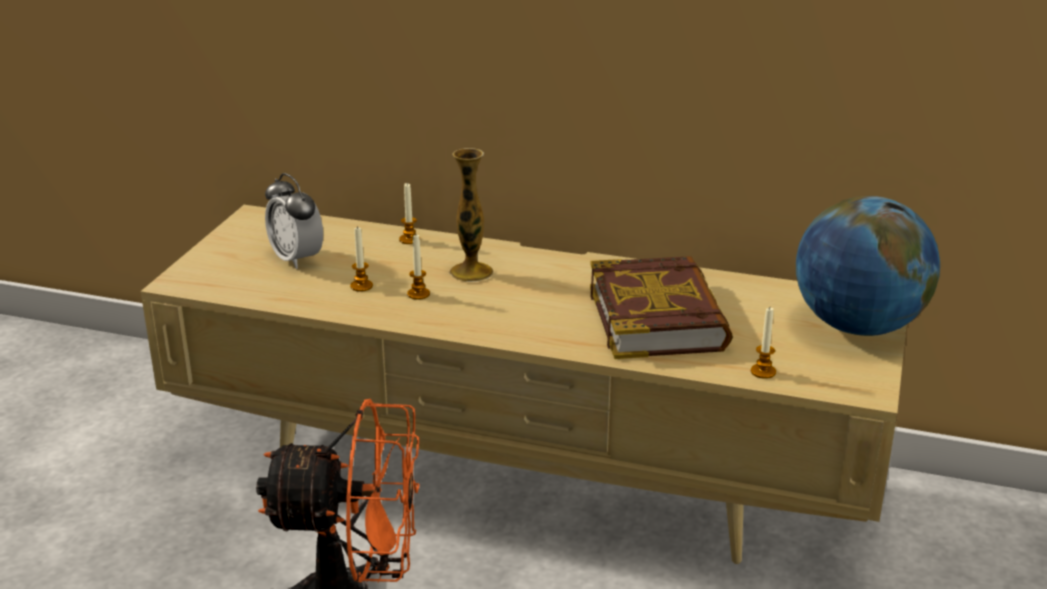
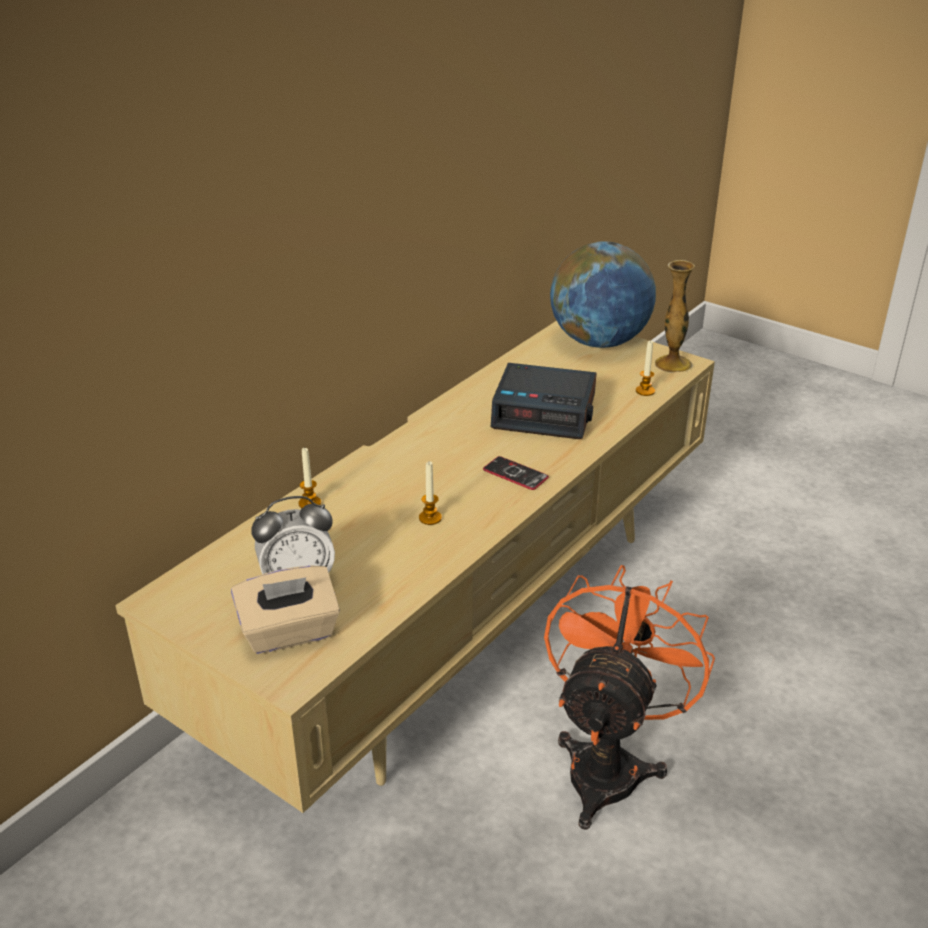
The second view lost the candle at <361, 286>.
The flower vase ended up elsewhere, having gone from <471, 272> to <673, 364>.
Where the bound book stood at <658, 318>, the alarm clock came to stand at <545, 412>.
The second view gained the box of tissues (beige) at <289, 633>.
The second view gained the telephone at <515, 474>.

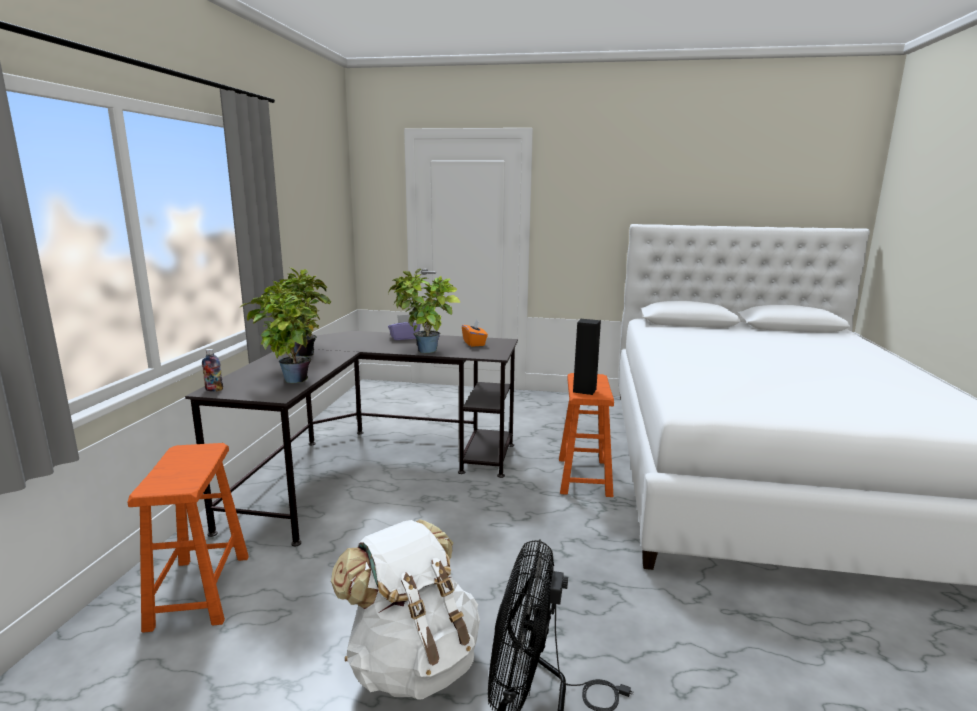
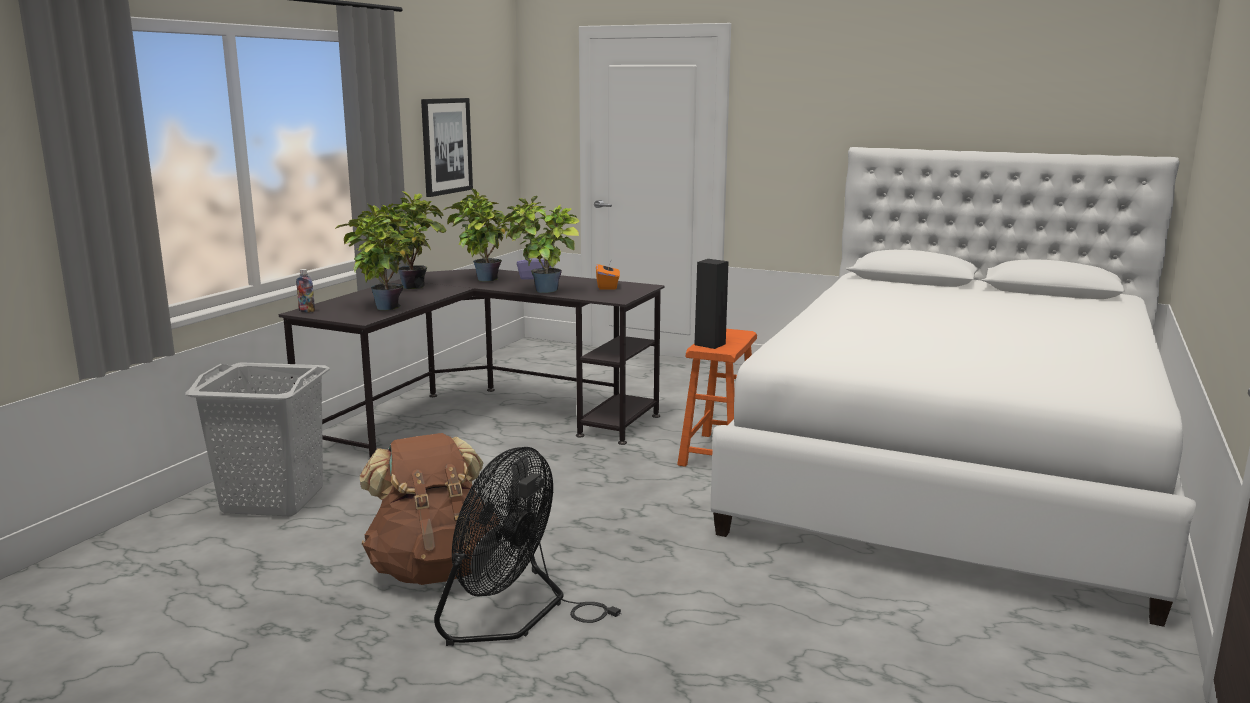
Where the stool seat (orange-coloured) stood at <199, 591>, the laundry basket (gray) came to stand at <273, 499>.
What was the backpack (white-coloured) at <413, 663> turned into the backpack (brownish) at <433, 569>.
The second view gained the wall art at <446, 146>.
The second view gained the houseplant at <482, 279>.

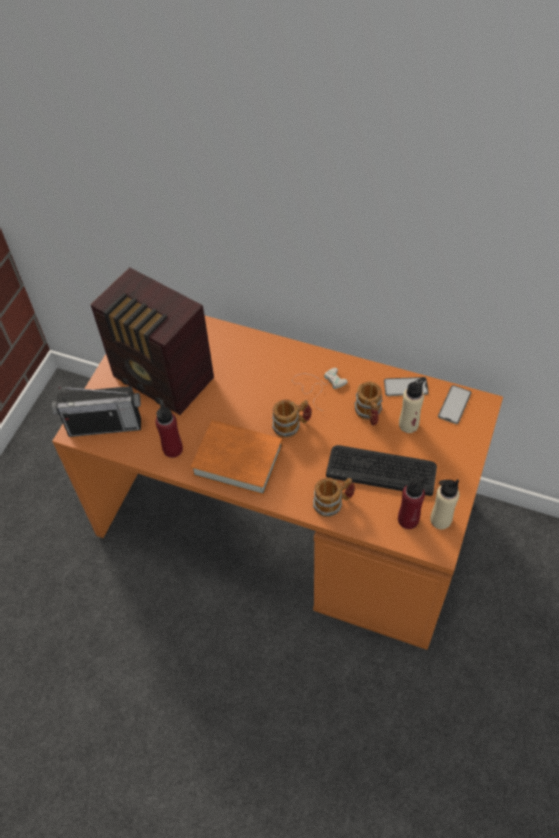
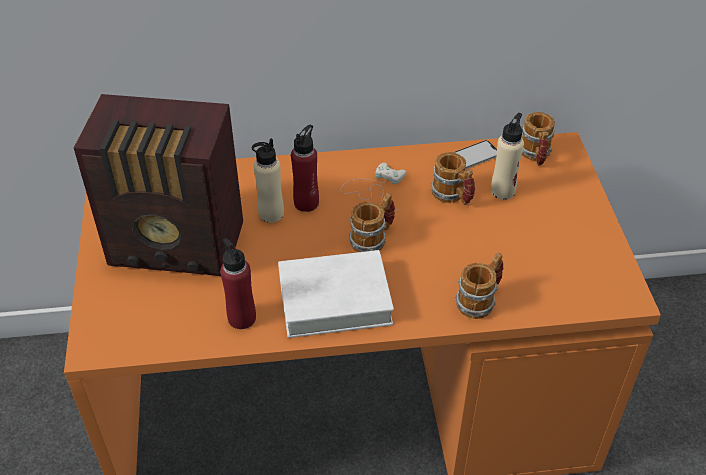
The second view lost the radio at <105, 426>.
What was the bound book (orange-coloured) at <238, 461> turned into the bound book (white-coloured) at <334, 299>.
The second view lost the PC keyboard at <381, 470>.
The bottle (red) ended up elsewhere, having gone from <408, 519> to <306, 203>.
The bottle (beige) ended up elsewhere, having gone from <440, 520> to <271, 214>.
Where the telephone stood at <454, 404>, the tea mug came to stand at <535, 155>.

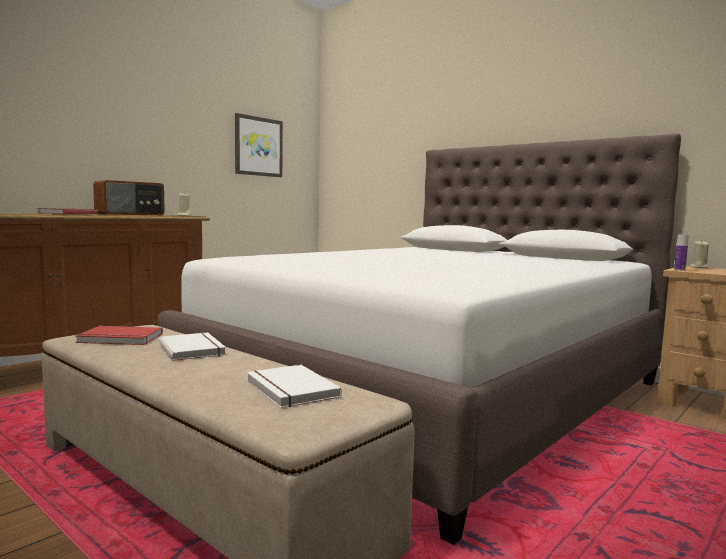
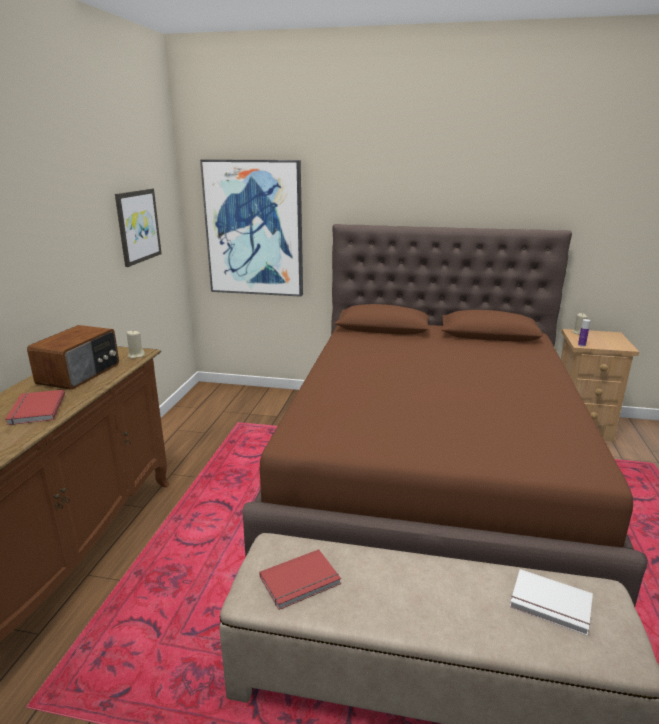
What was the sleeping bed (white-coloured) at <433, 393> turned into the sleeping bed (brownish) at <430, 478>.
The second view lost the bound book (white-coloured) at <194, 349>.
The second view gained the wall art at <254, 228>.

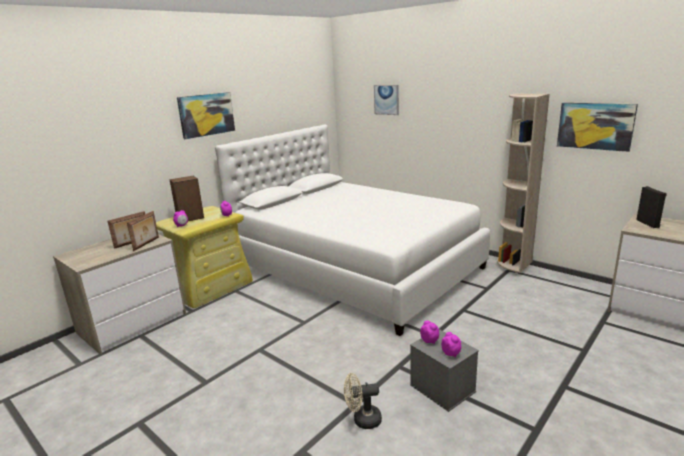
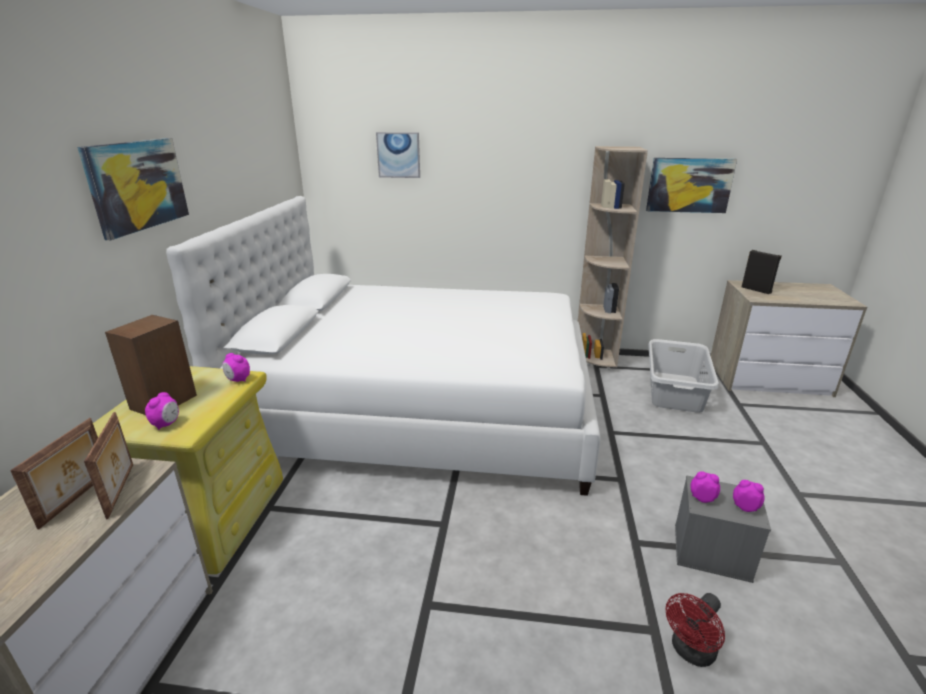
What was the fan (beige) at <362, 420> turned into the fan (red) at <690, 652>.
The second view gained the laundry basket (gray) at <675, 391>.

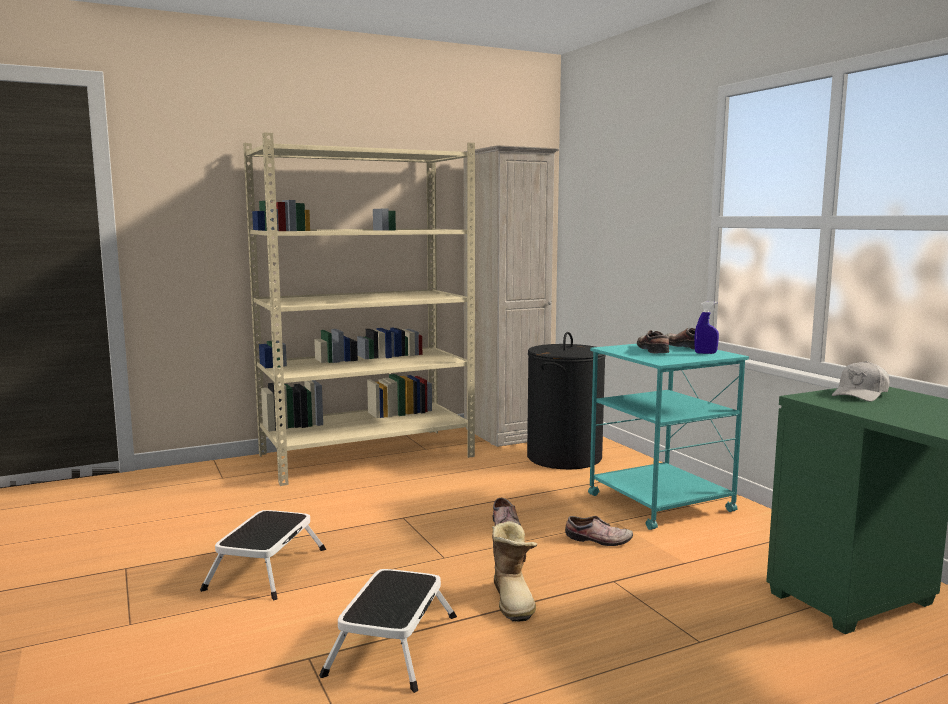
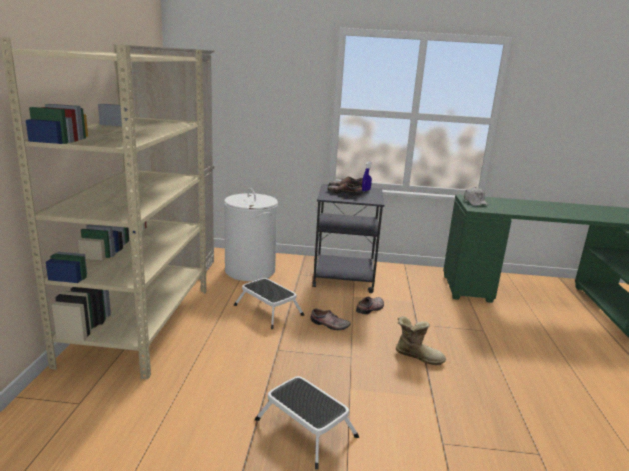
The step ladder (black-coloured) ended up elsewhere, having gone from <393, 644> to <268, 310>.
What was the laundry basket (black-coloured) at <564, 458> turned into the laundry basket (white-coloured) at <250, 271>.
What was the wheeled cart (turquoise) at <661, 504> turned into the wheeled cart (black-coloured) at <345, 278>.

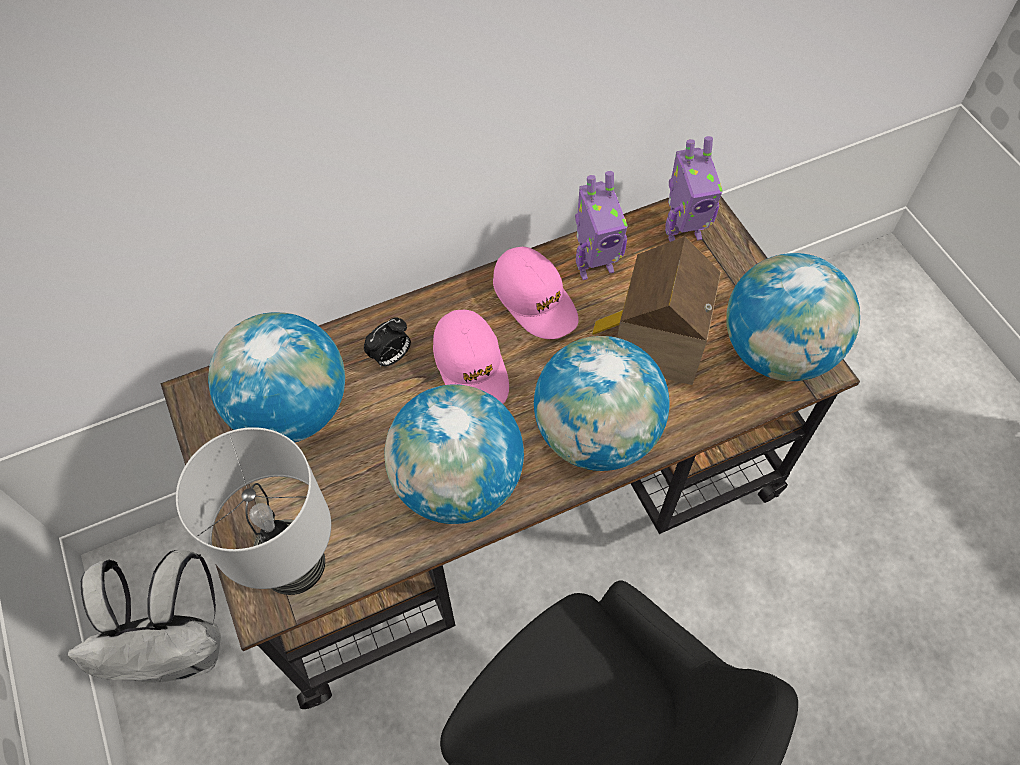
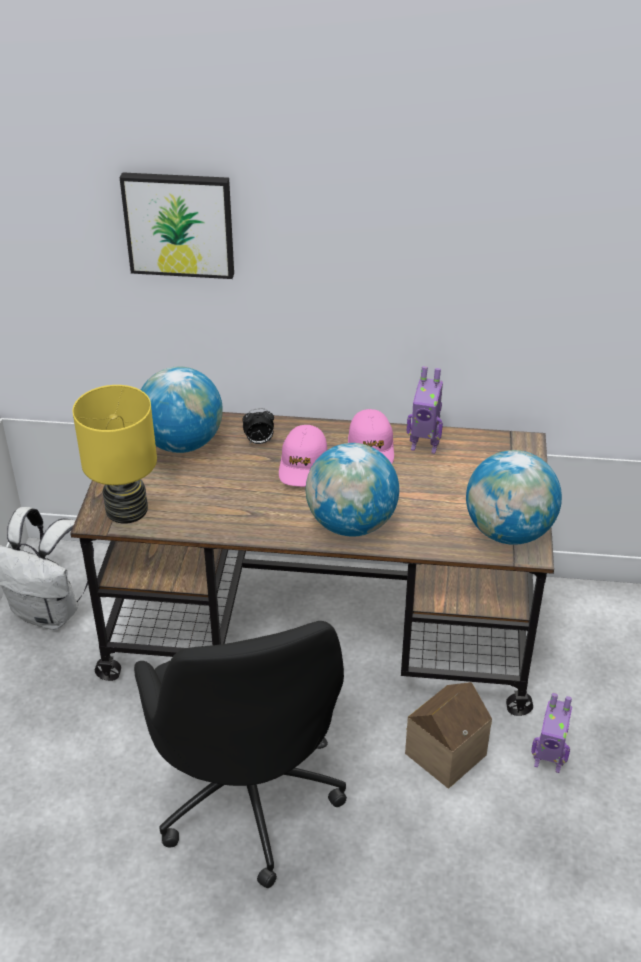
What was the table lamp (gray) at <294, 565> turned into the table lamp (yellow) at <126, 510>.
The second view lost the desk globe at <457, 482>.
The toy house ended up elsewhere, having gone from <654, 342> to <442, 752>.
The model robot ended up elsewhere, having gone from <682, 232> to <548, 762>.
The second view gained the wall art at <179, 224>.

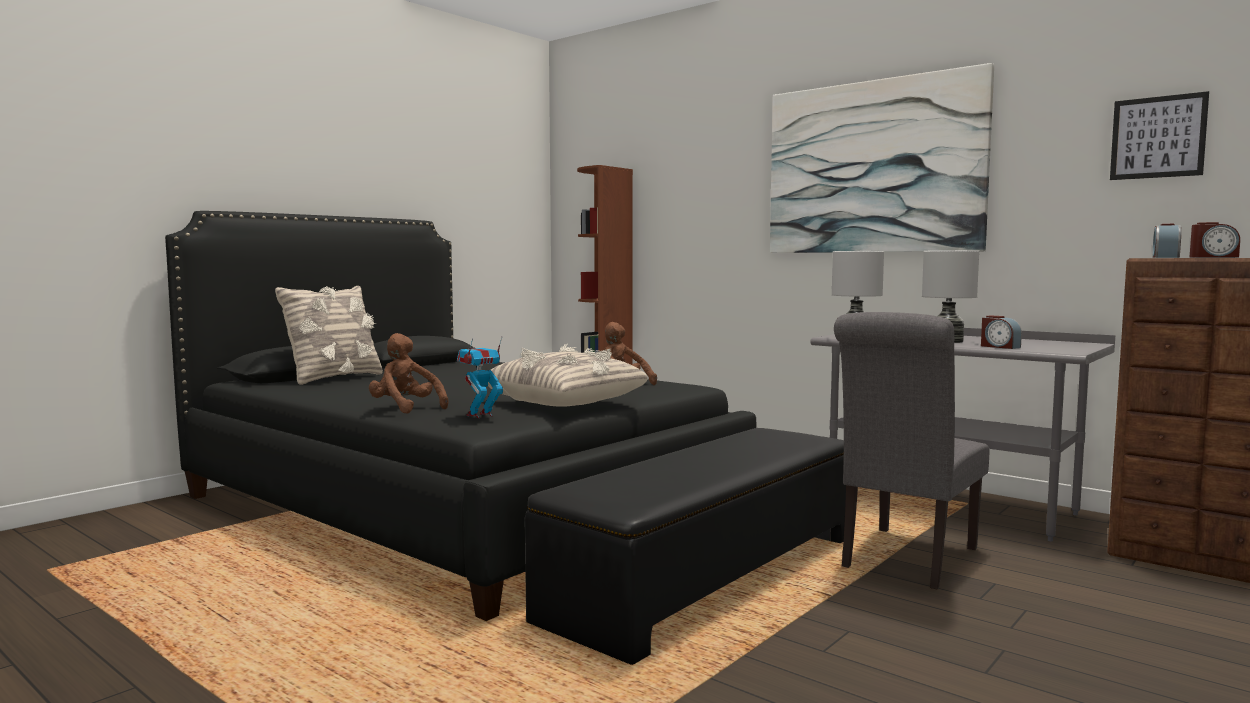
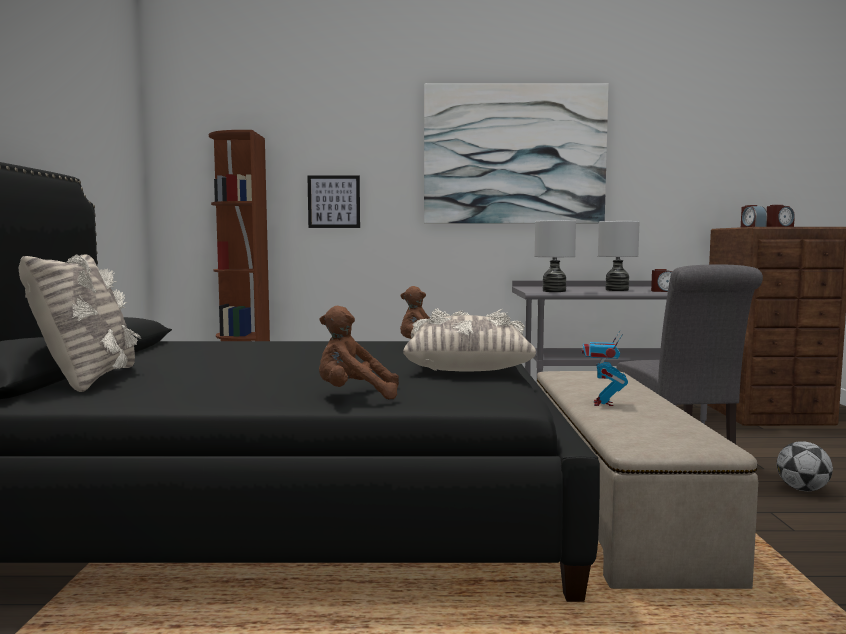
The model robot ended up elsewhere, having gone from <480, 415> to <602, 403>.
What was the bench (black-coloured) at <708, 575> turned into the bench (beige) at <615, 502>.
The wall art ended up elsewhere, having gone from <1158, 137> to <334, 201>.
The second view gained the ball for football at <802, 489>.

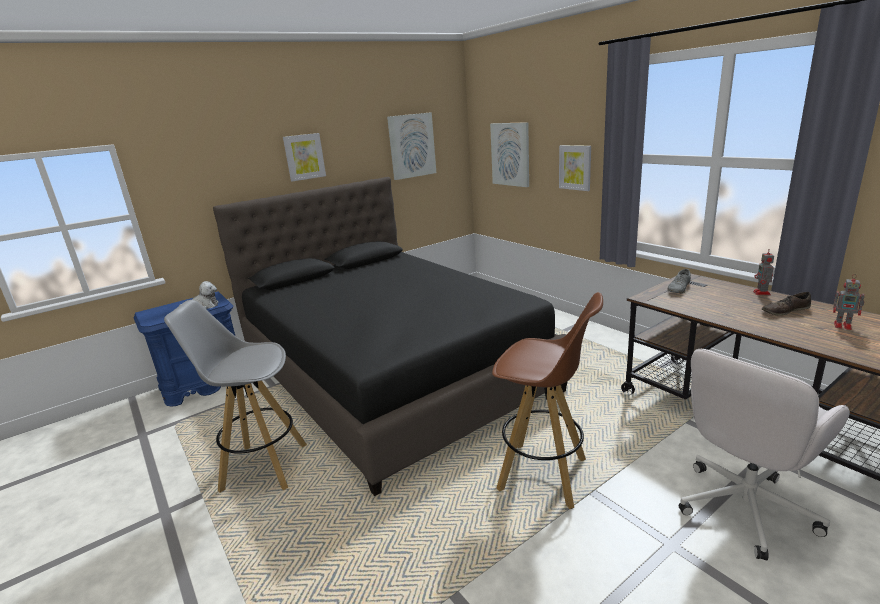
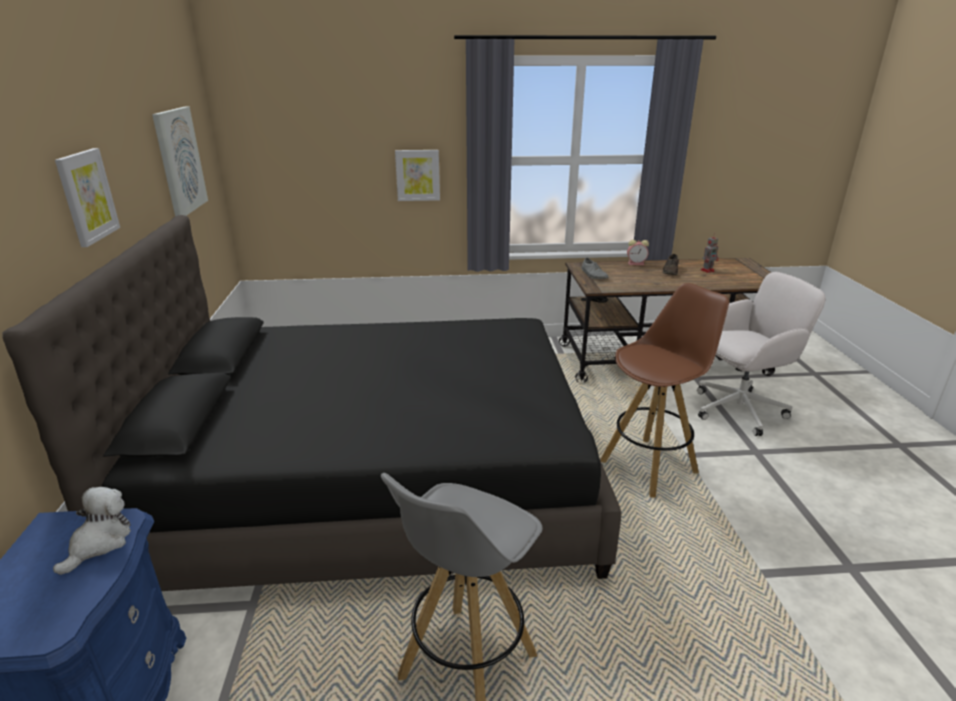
The second view lost the wall art at <510, 154>.
The desk chair (white-coloured) at <744, 508> ended up facing another way, 105 degrees counterclockwise from before.
Where the model robot stood at <762, 293>, the alarm clock came to stand at <636, 263>.

